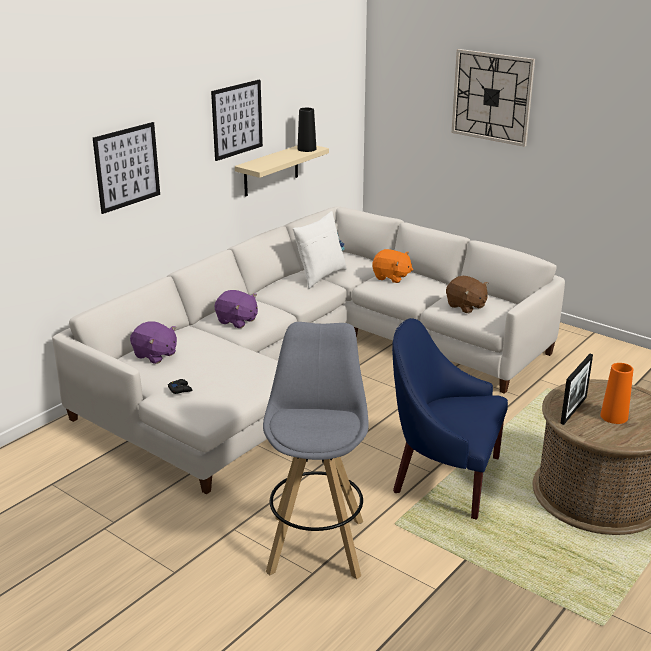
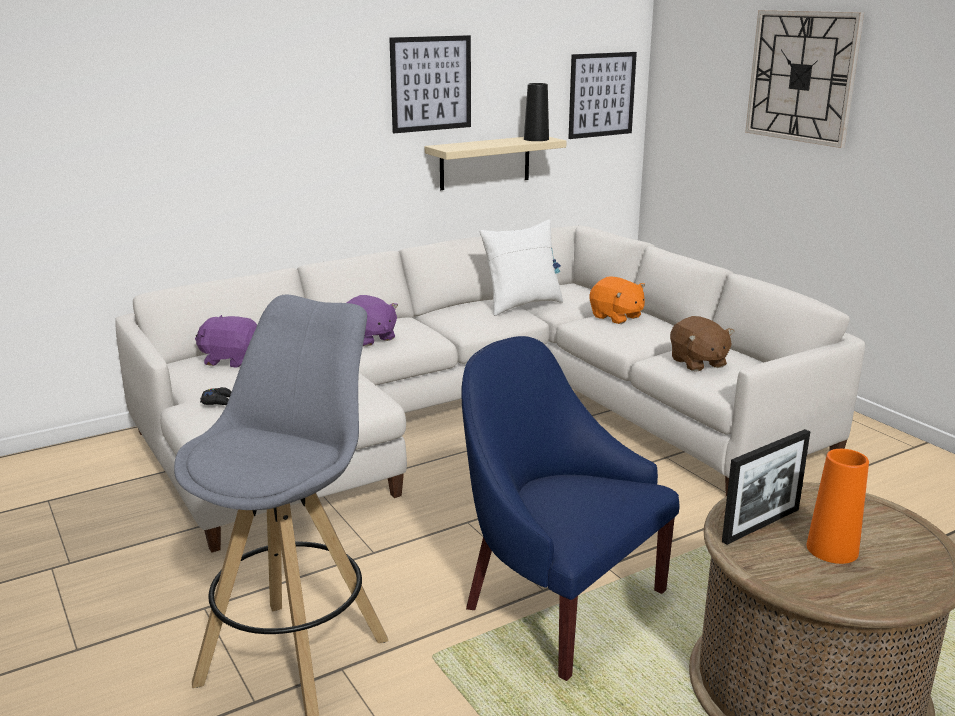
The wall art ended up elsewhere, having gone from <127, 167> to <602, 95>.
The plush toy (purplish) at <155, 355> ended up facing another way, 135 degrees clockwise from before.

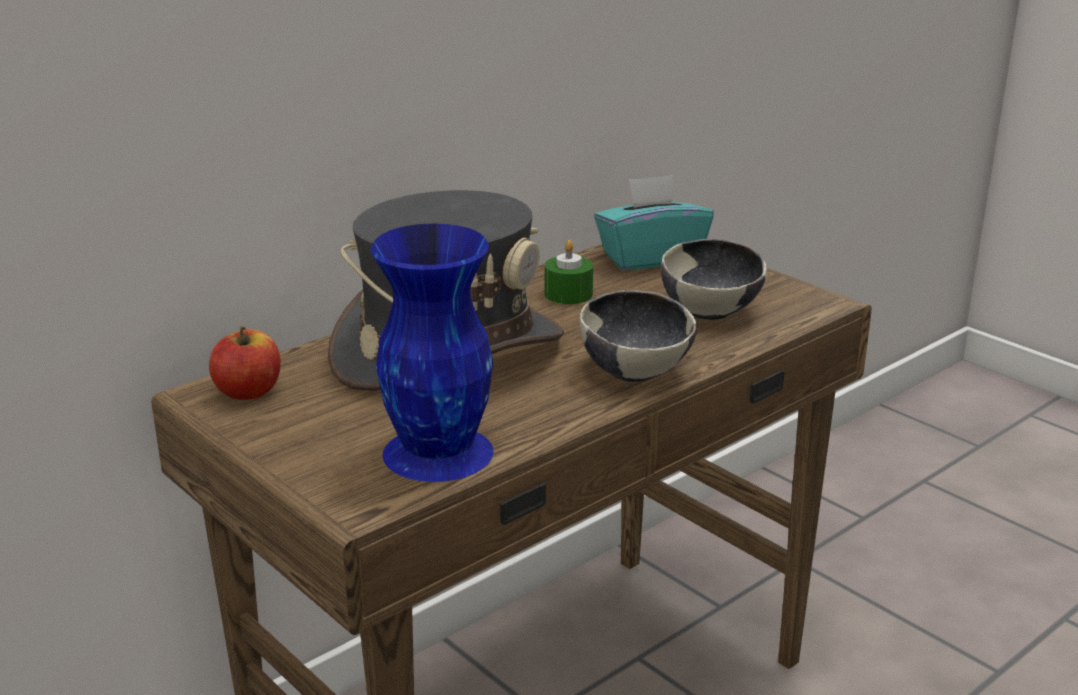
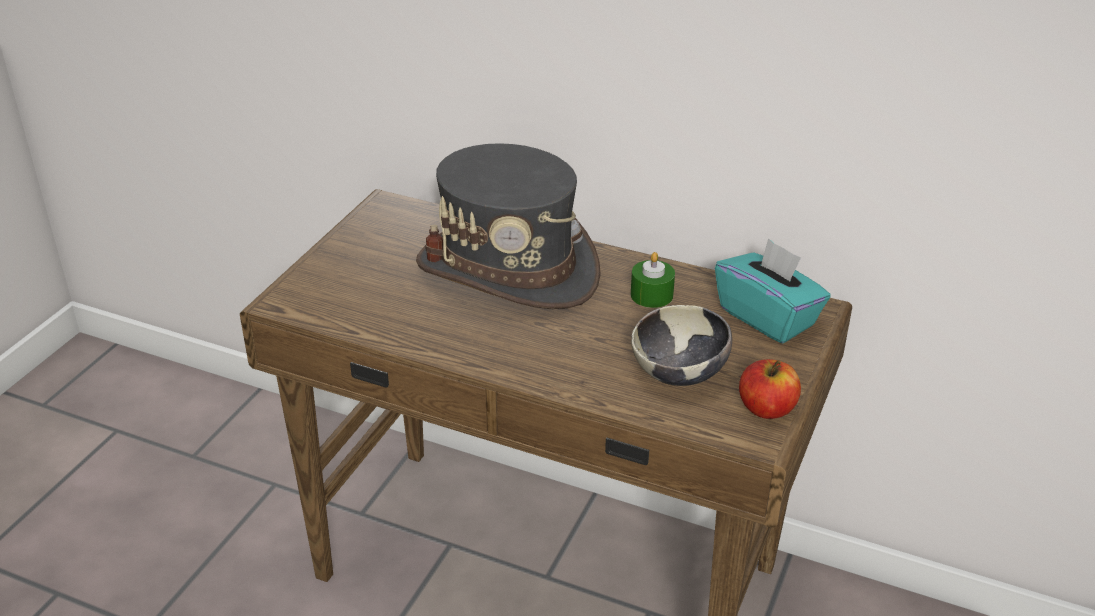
The whole apple ended up elsewhere, having gone from <248, 392> to <766, 408>.
The second view lost the flower vase (blue-coloured) at <440, 452>.
The second view lost the serving bowl at <635, 371>.

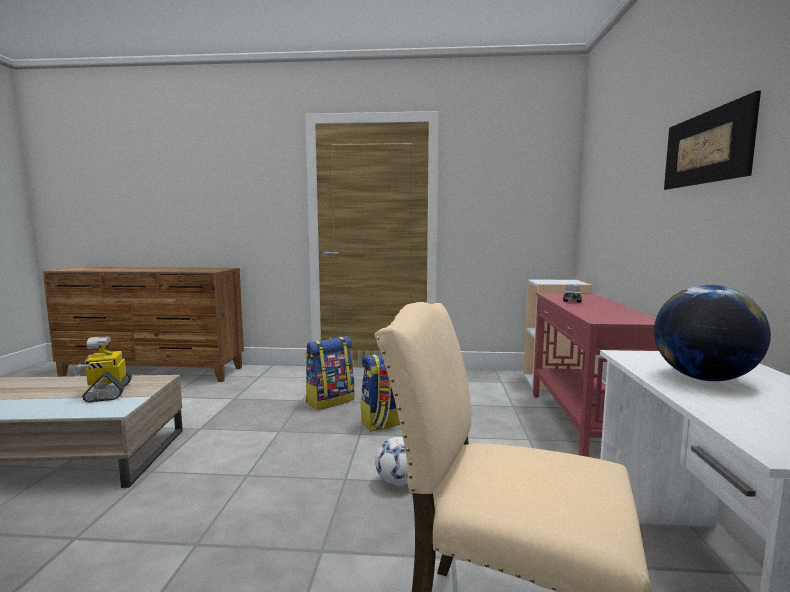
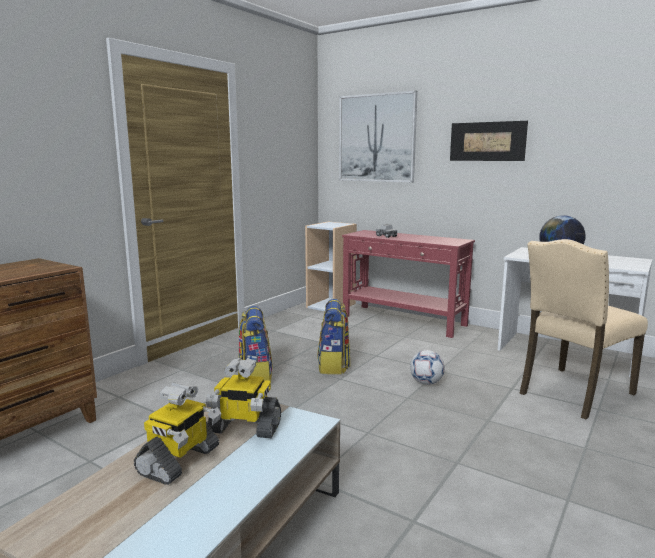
The second view gained the model robot at <180, 461>.
The second view gained the wall art at <376, 138>.

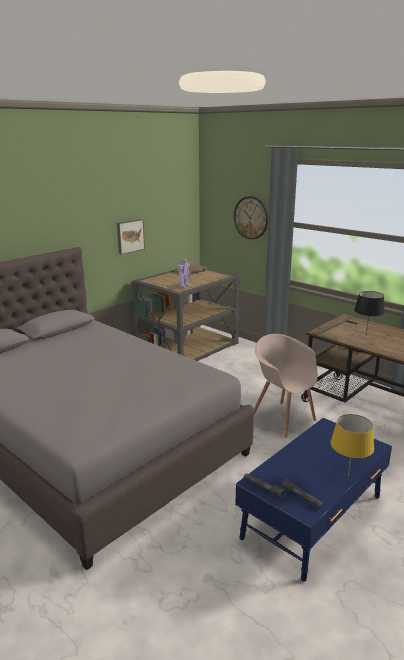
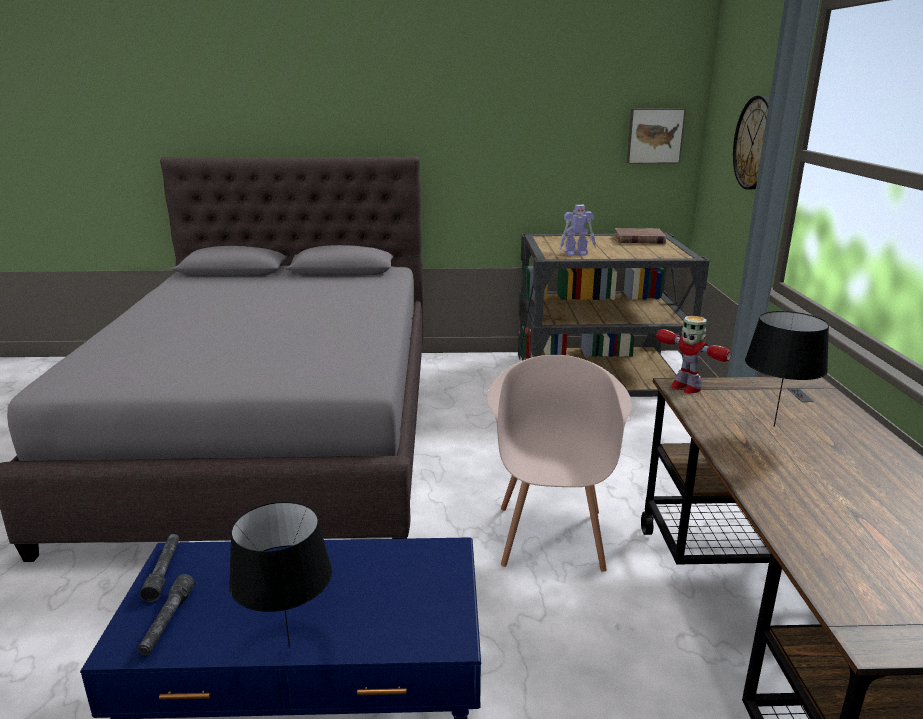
The wall art ended up elsewhere, having gone from <130, 236> to <654, 135>.
What was the table lamp (yellow) at <347, 476> turned into the table lamp (black-coloured) at <289, 646>.
The second view gained the model robot at <685, 387>.

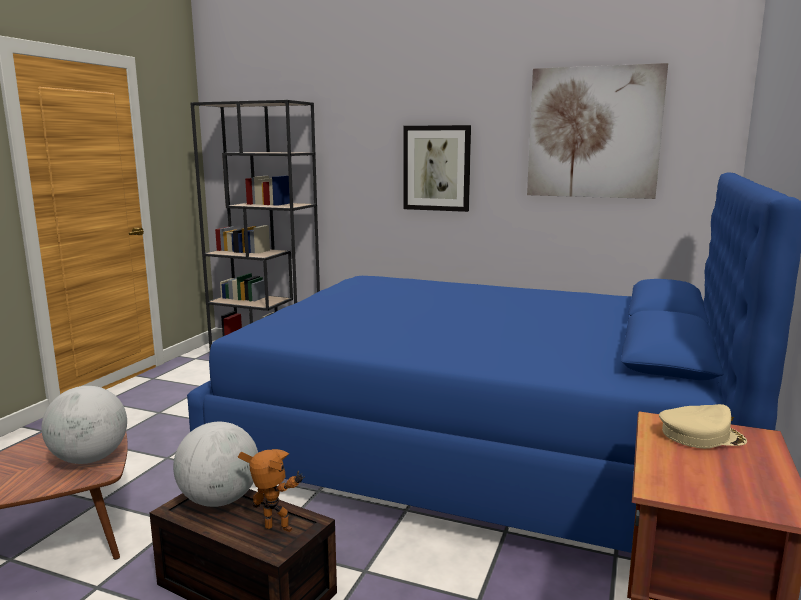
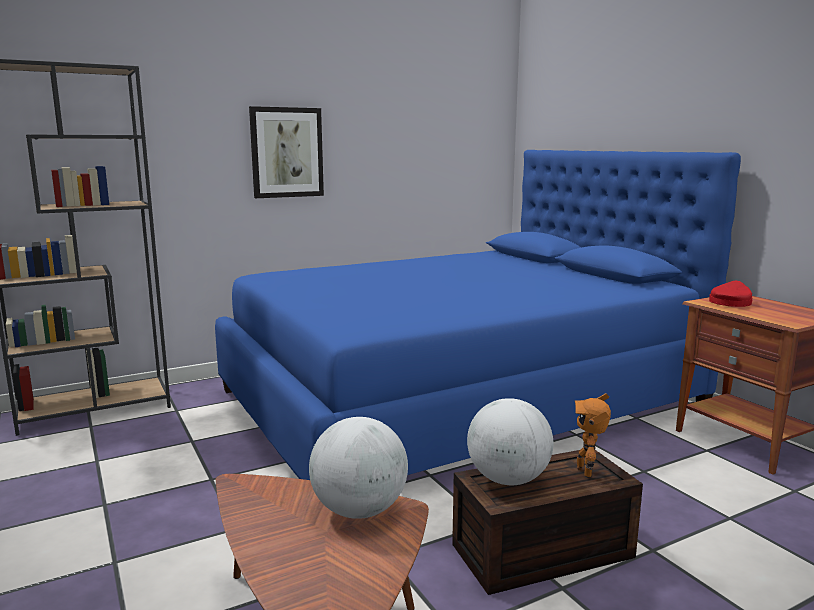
The model robot at <277, 531> ended up facing another way, 60 degrees counterclockwise from before.
The second view lost the wall art at <593, 133>.
What was the peaked cap (beige) at <700, 435> turned into the peaked cap (red) at <730, 302>.

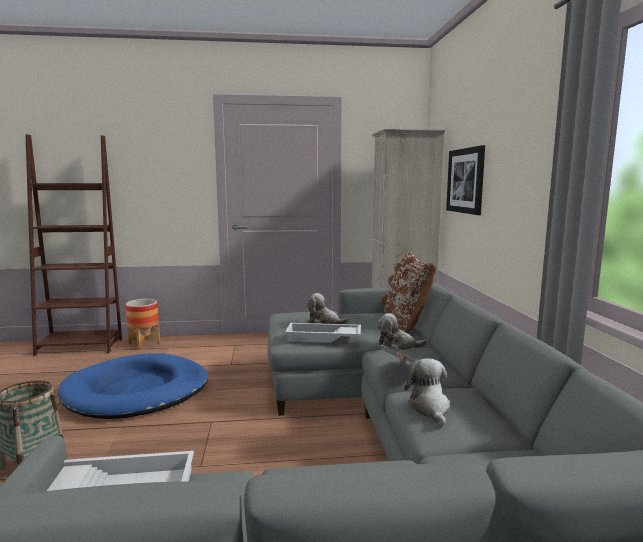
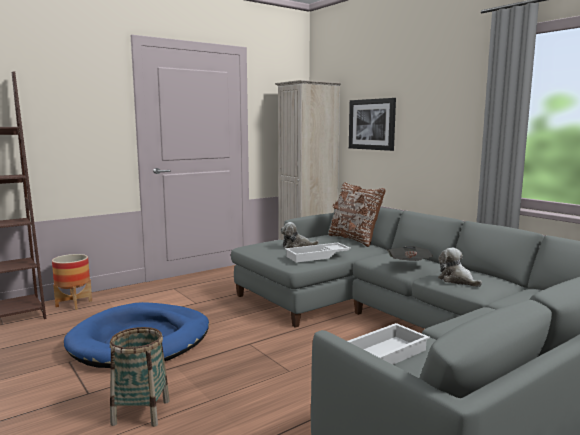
The second view lost the plush toy at <397, 346>.

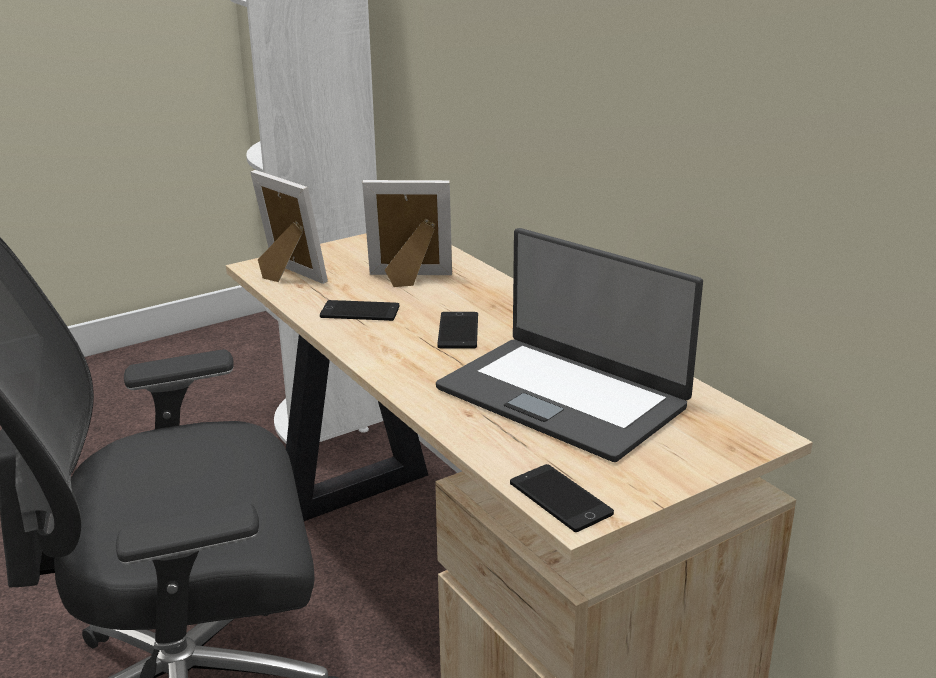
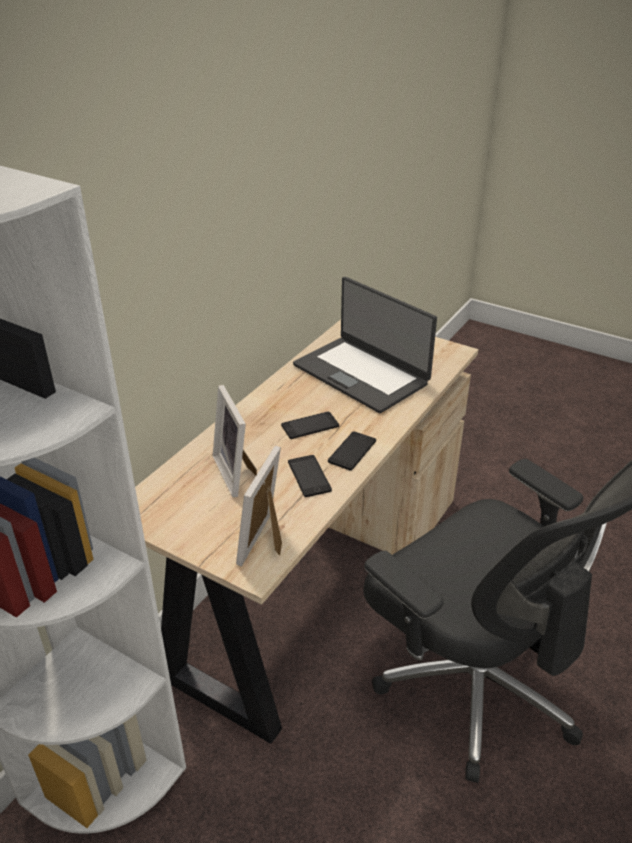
The notebook computer at <563, 396> ended up facing another way, 120 degrees clockwise from before.
The telephone ended up elsewhere, having gone from <560, 499> to <352, 451>.

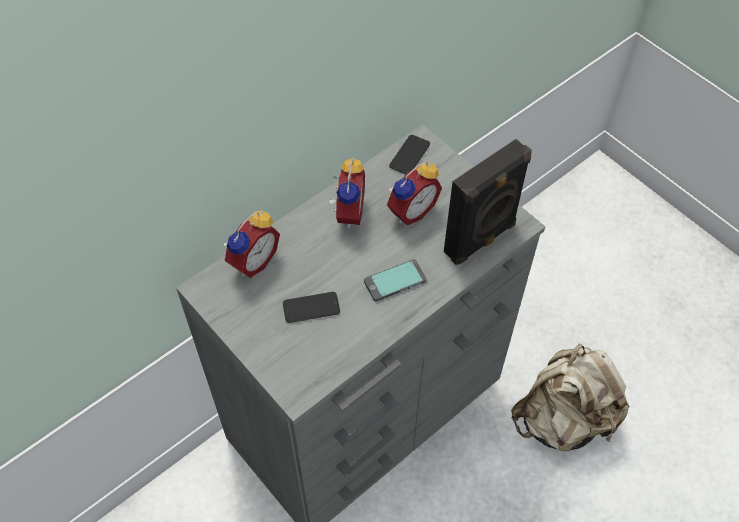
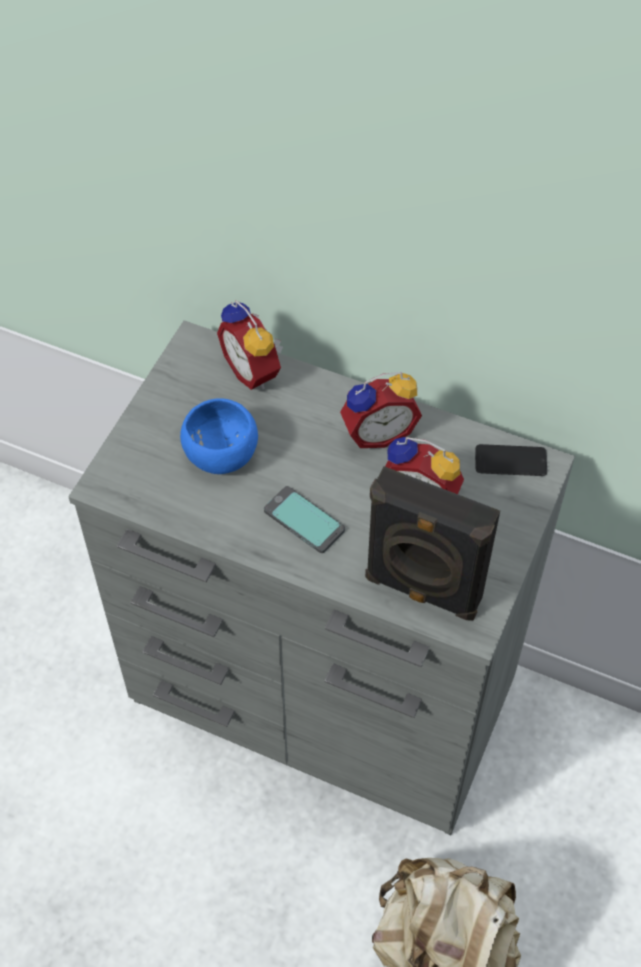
The alarm clock at <252, 261> ended up facing another way, 45 degrees clockwise from before.
Where the telephone stood at <311, 308>, the serving bowl (blue-coloured) came to stand at <221, 452>.

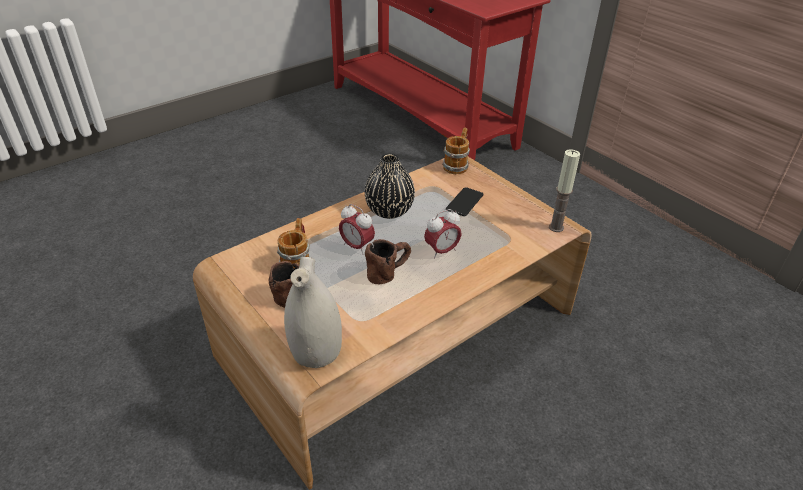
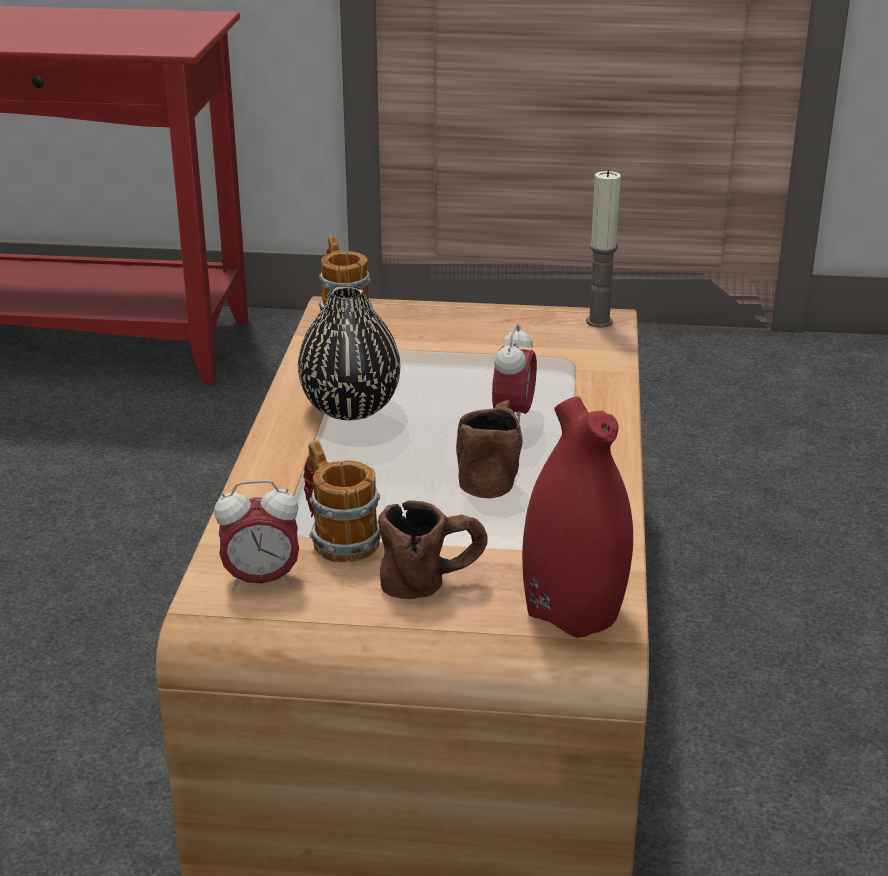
What was the flower vase (white-coloured) at <316, 352> turned into the flower vase (red) at <573, 614>.
The alarm clock ended up elsewhere, having gone from <357, 246> to <261, 581>.
The second view lost the telephone at <464, 202>.

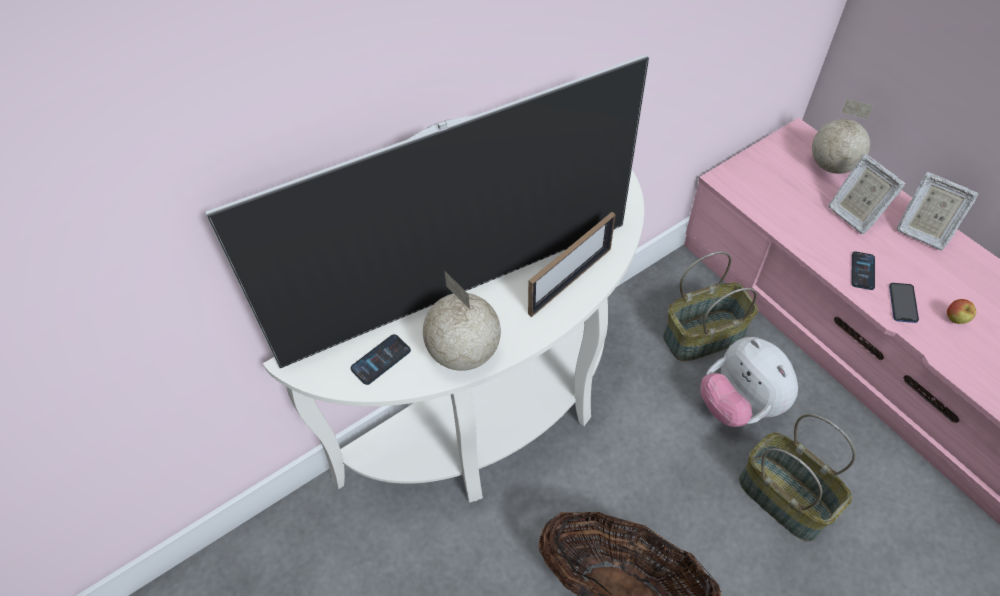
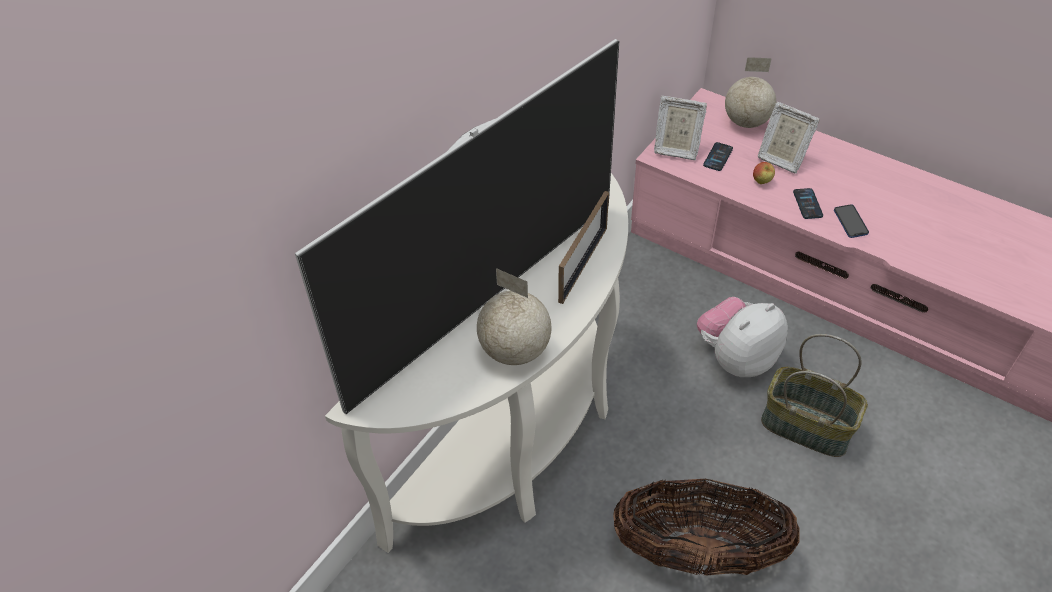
The telephone ended up elsewhere, having gone from <381, 360> to <718, 157>.
The second view lost the basket at <704, 334>.
The plush toy at <739, 404> ended up facing another way, 105 degrees clockwise from before.
The picture frame ended up elsewhere, having gone from <922, 231> to <675, 149>.
The whole apple ended up elsewhere, having gone from <955, 319> to <761, 182>.

